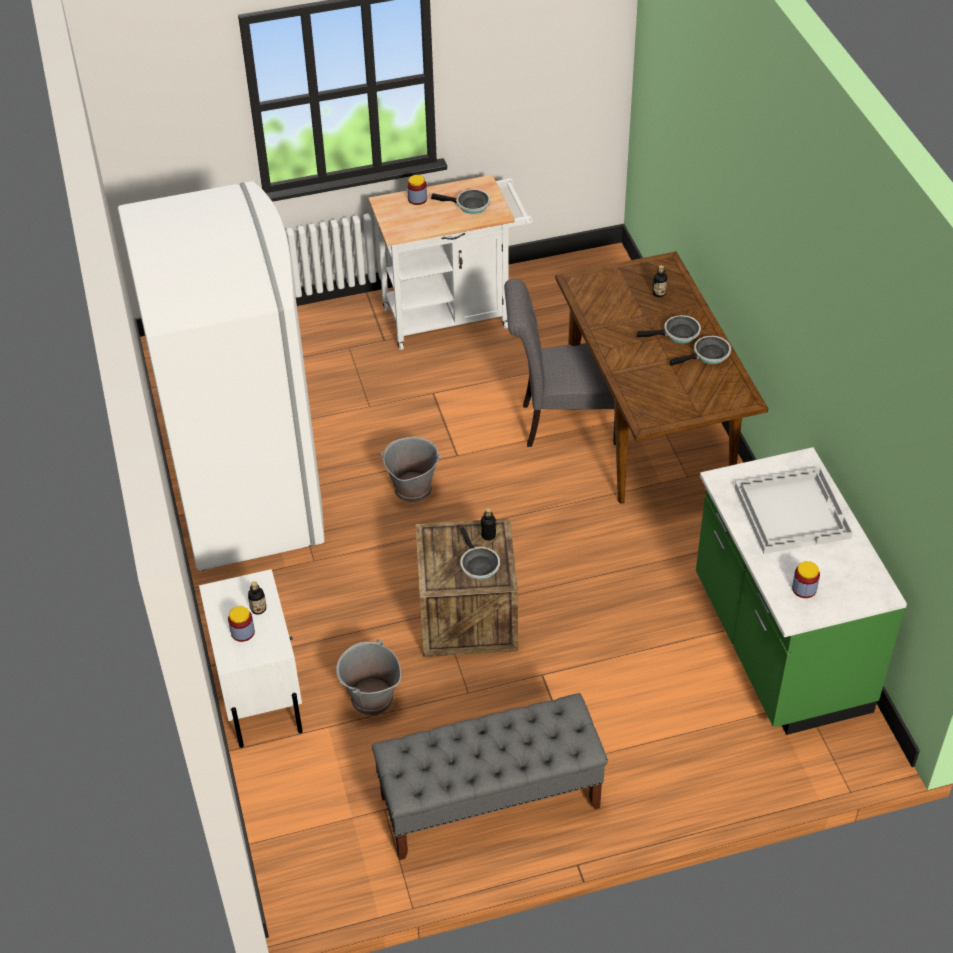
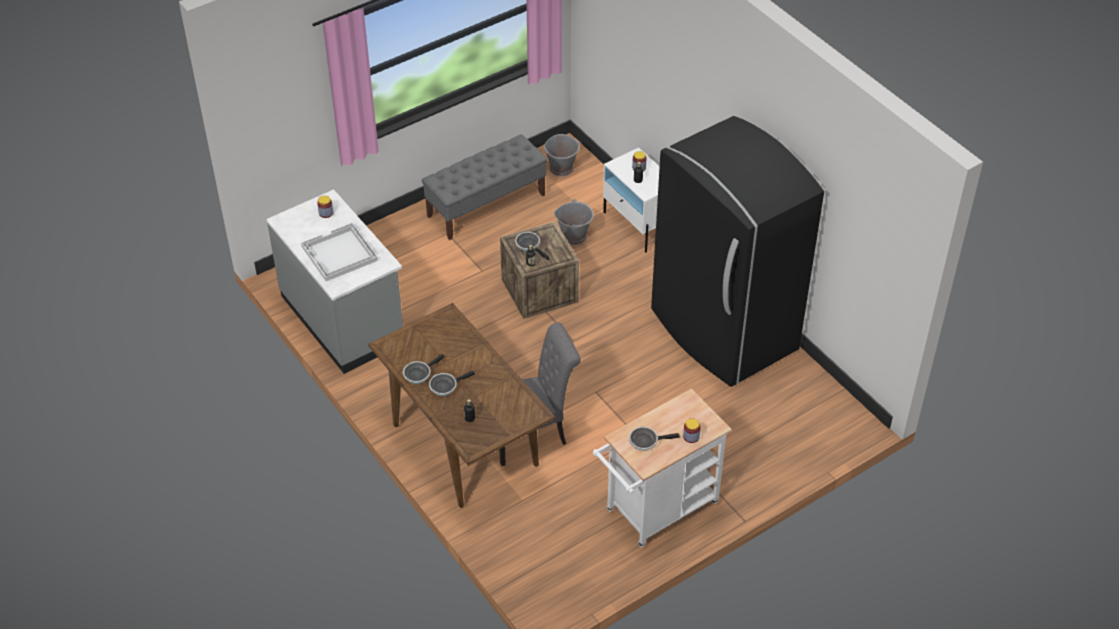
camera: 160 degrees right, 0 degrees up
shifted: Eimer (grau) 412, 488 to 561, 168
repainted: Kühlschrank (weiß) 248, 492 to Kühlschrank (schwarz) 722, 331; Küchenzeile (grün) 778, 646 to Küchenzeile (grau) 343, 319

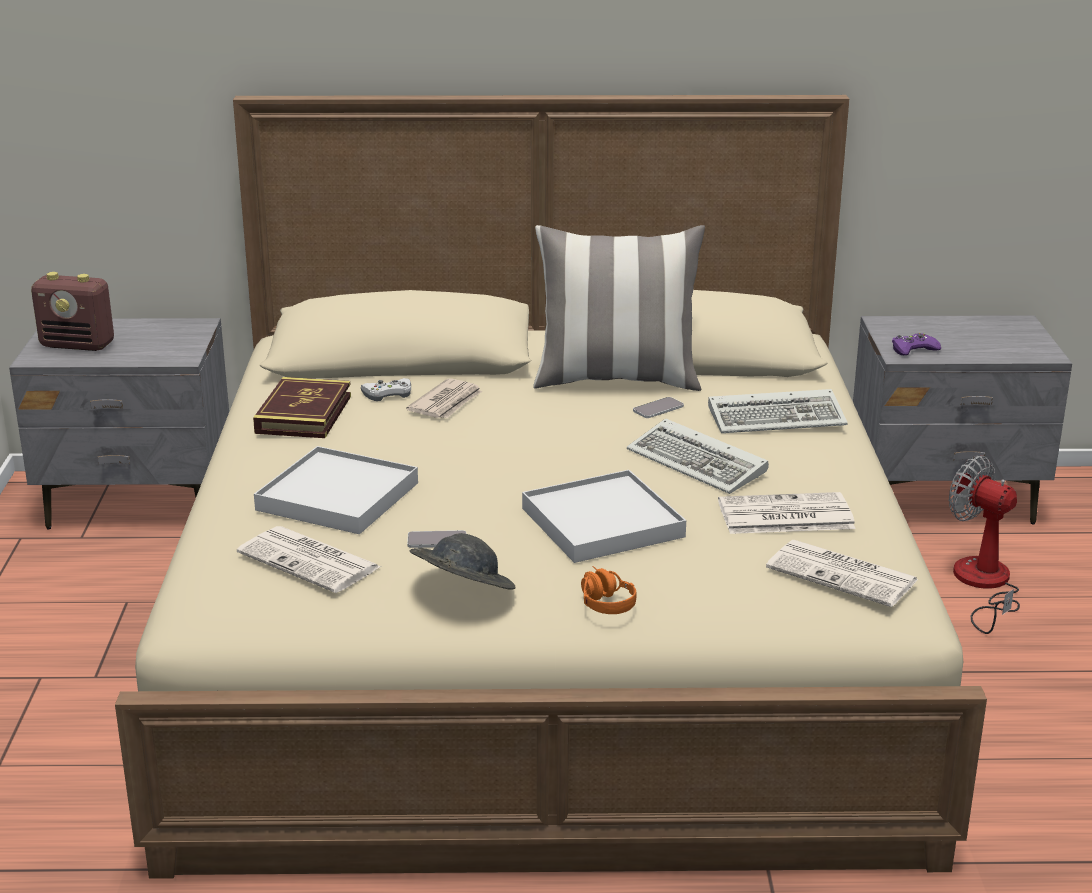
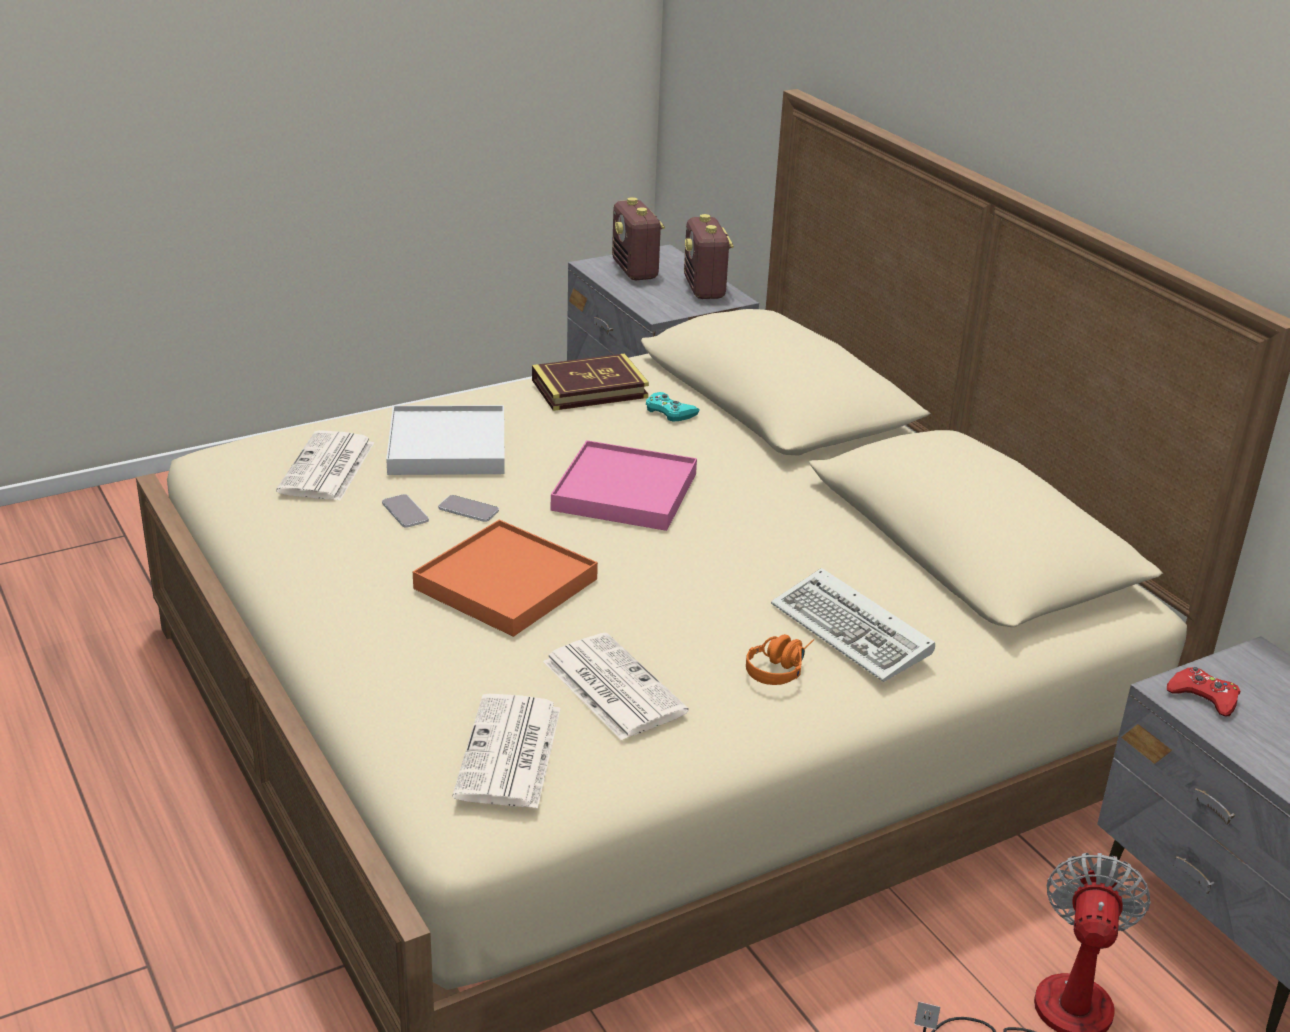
camera: 60 degrees right, 5 degrees up
gone: Zeitung 447, 403; Hut (grau) 462, 591; Kissen 617, 380; Tastatur 700, 463
new: Tablett (rosa) 625, 492; Radio 704, 289
shifted: Kopfhörer (orange) 602, 600 to 780, 667; Handy 658, 409 to 468, 509
repainted: Gamepad (weiß) 388, 394 to Gamepad (türkis) 670, 412; Tablett (weiß) 602, 522 to Tablett (orange) 506, 584; Gamepad (lila) 913, 349 to Gamepad (rot) 1204, 697

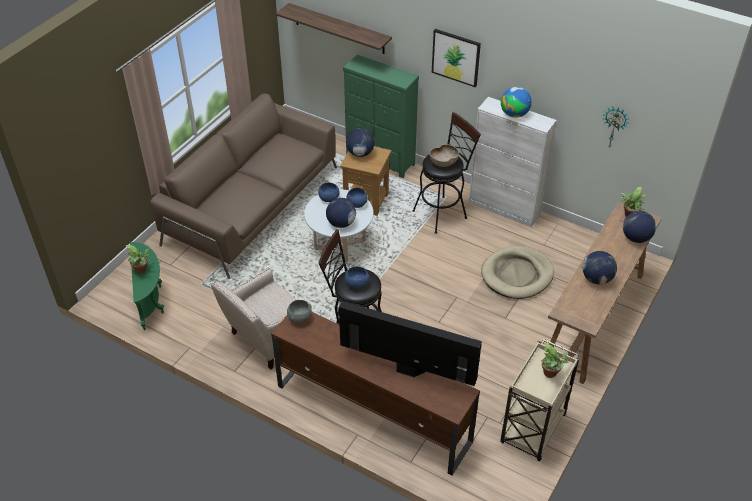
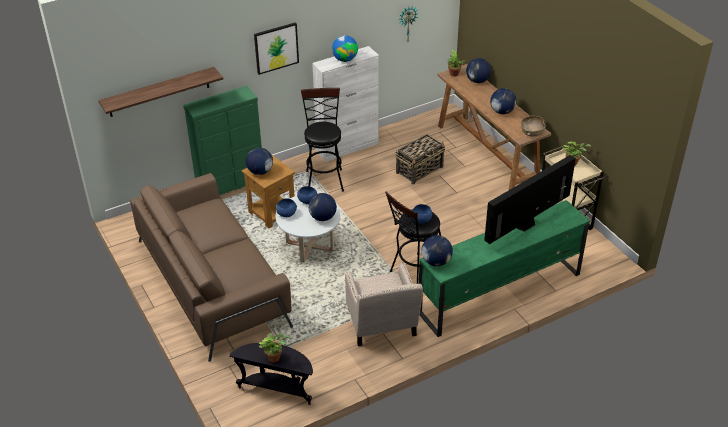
camera: 60 degrees left, 5 degrees down
shifted: Schüssel (braun) 444, 162 to 532, 132
swapped: Schüssel (grau) 299, 318 to Globus 436, 262; Hundebett (beige) 517, 275 to Korb 420, 169
repainted: Beistelltisch (grün) 151, 301 to Beistelltisch (schwarz) 277, 388; Fernsehschrank (braun) 372, 413 to Fernsehschrank (grün) 499, 293

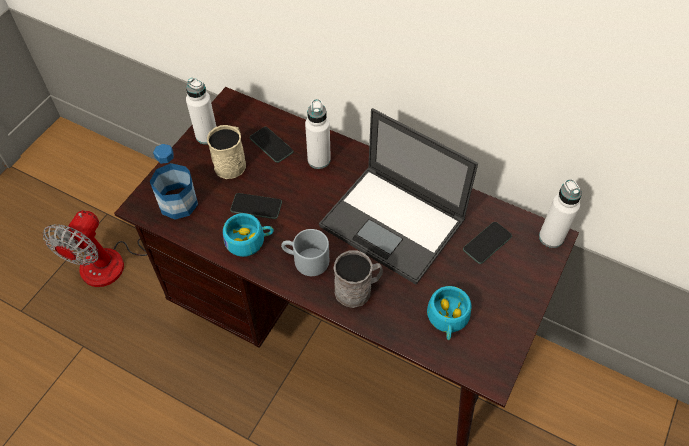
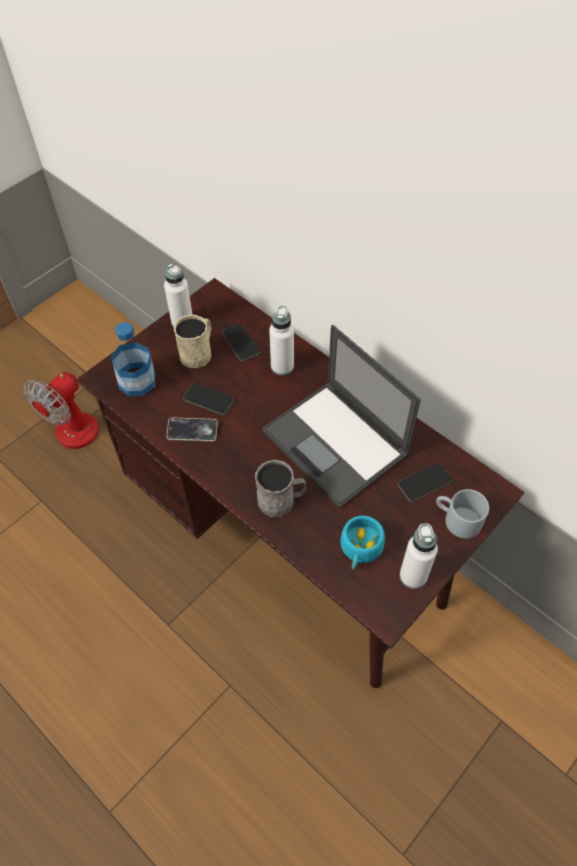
camera: 15 degrees right, 0 degrees up
shifted: Henkelbecher (grau) 305, 260 to 456, 520; Flasche (weiß) 551, 237 to 413, 576
swapped: Tasse (türkis) 249, 241 to Handy 192, 431

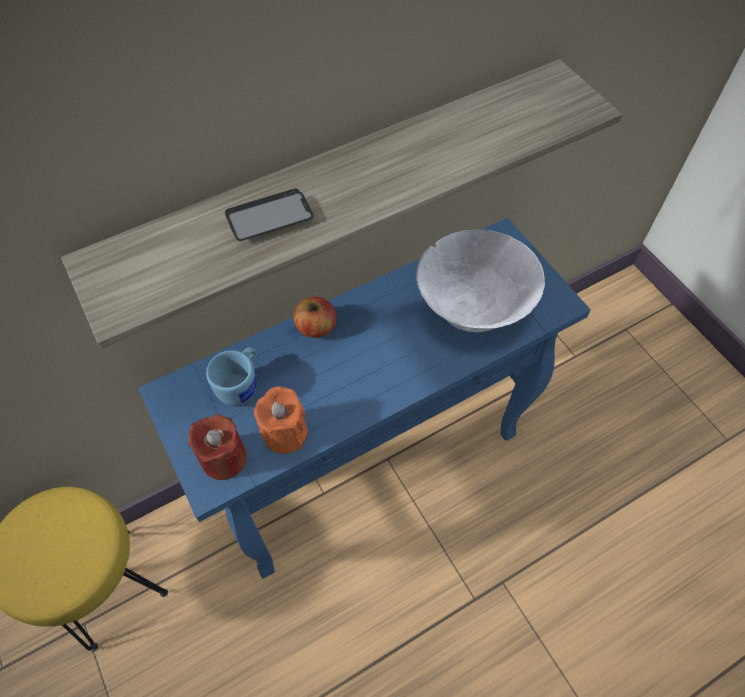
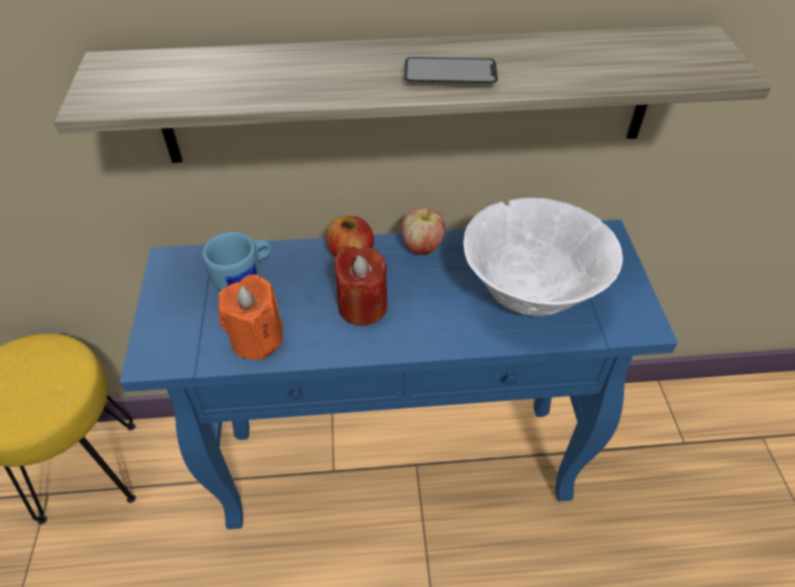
camera: 25 degrees right, 10 degrees down
new: Apfel 422, 247
shifted: Kerze (rot) 223, 458 to 362, 306; Handy 269, 216 to 449, 74

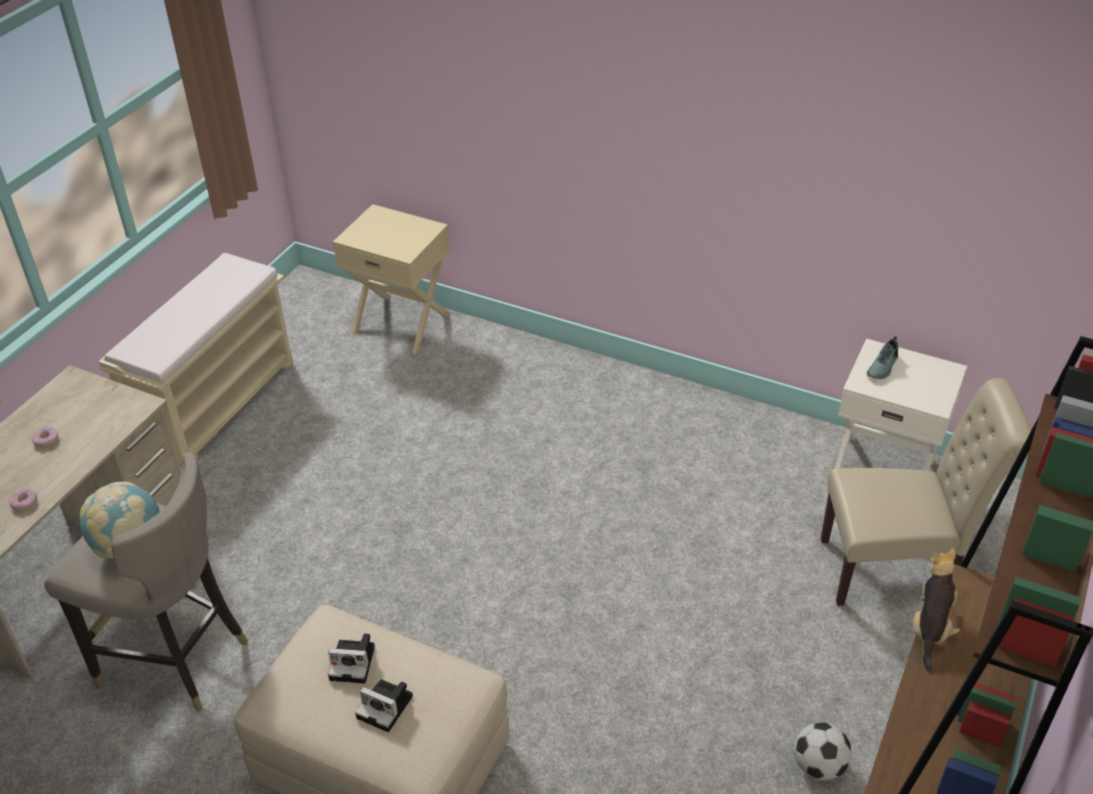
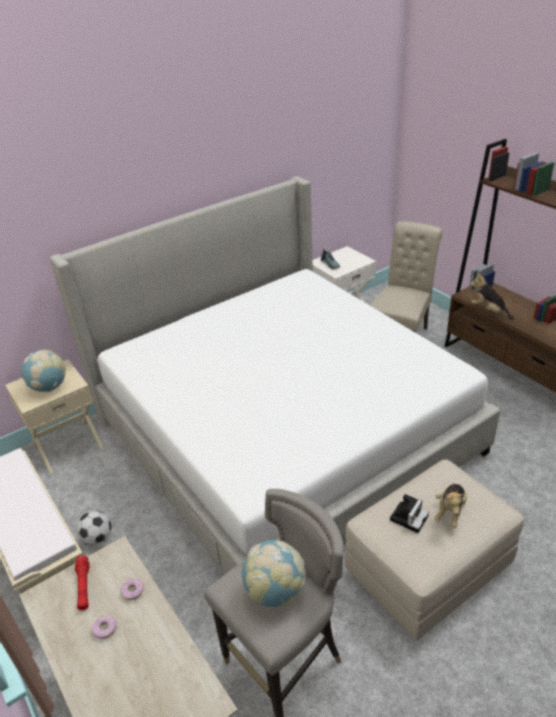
camera: 60 degrees left, 5 degrees down
new: Globus 49, 387; Bett 283, 433; Taschenlampe (rot) 84, 586
shifted: Donut 24, 502 to 132, 591; Fußball 819, 766 to 98, 538
swapped: Kamera 387, 707 to Plüschtier 450, 511

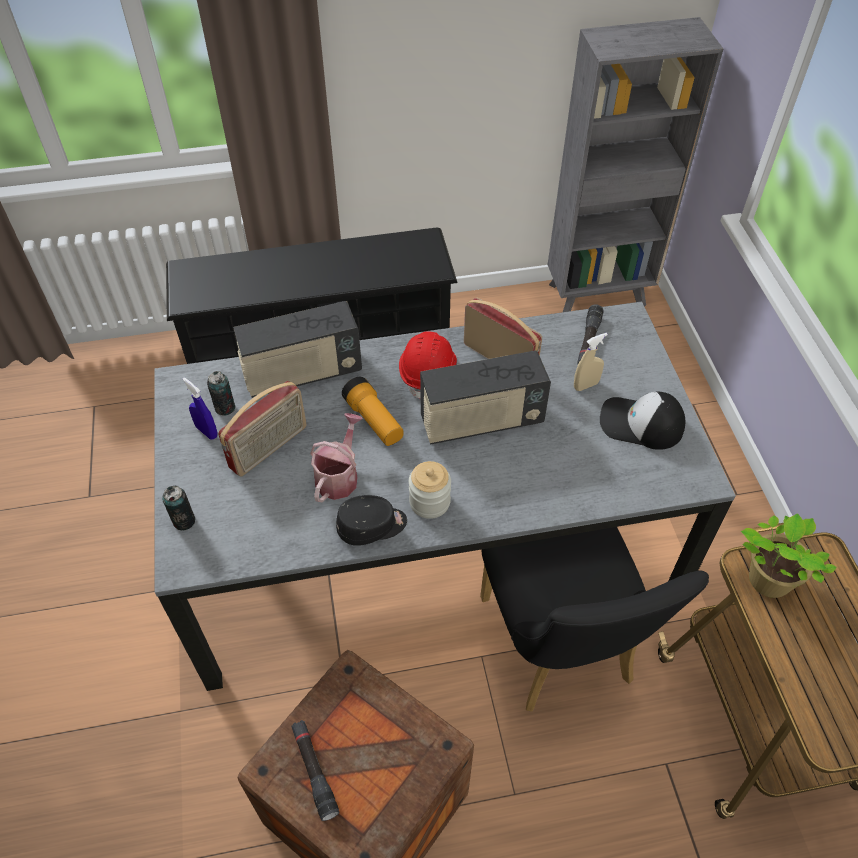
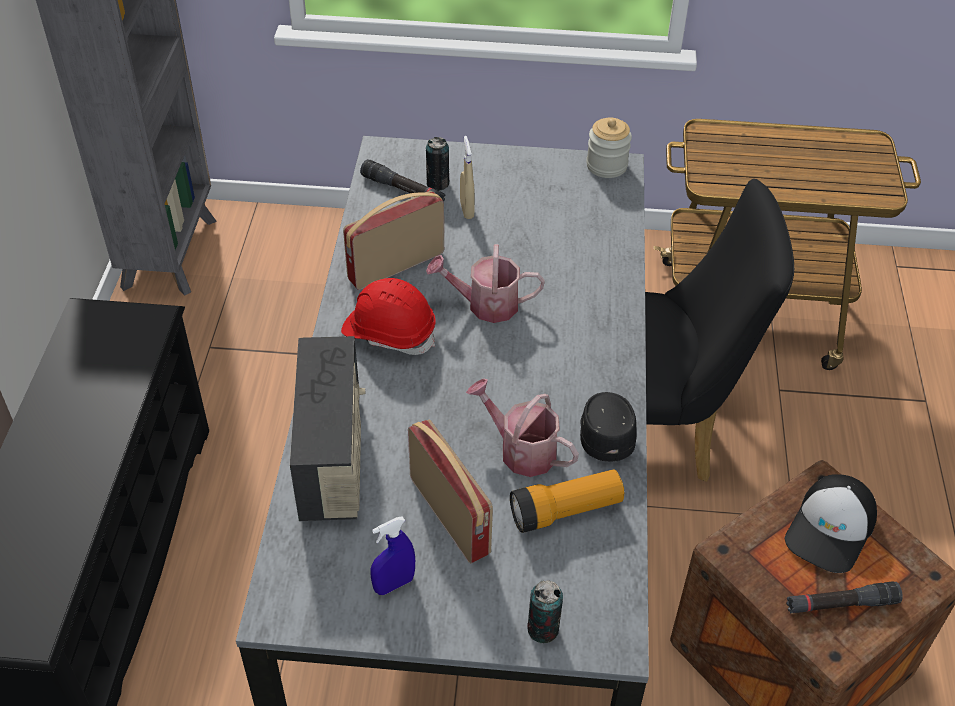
camera: 75 degrees left, 5 degrees down
gone: Topfpflanze 766, 581
shifted: Dose 225, 408 to 437, 183; Taschenlampe 374, 420 to 565, 511; Vorratsglas 429, 502 to 606, 166; Kappe 640, 424 to 831, 530
swapped: Radio 481, 421 to Gießkanne 485, 304

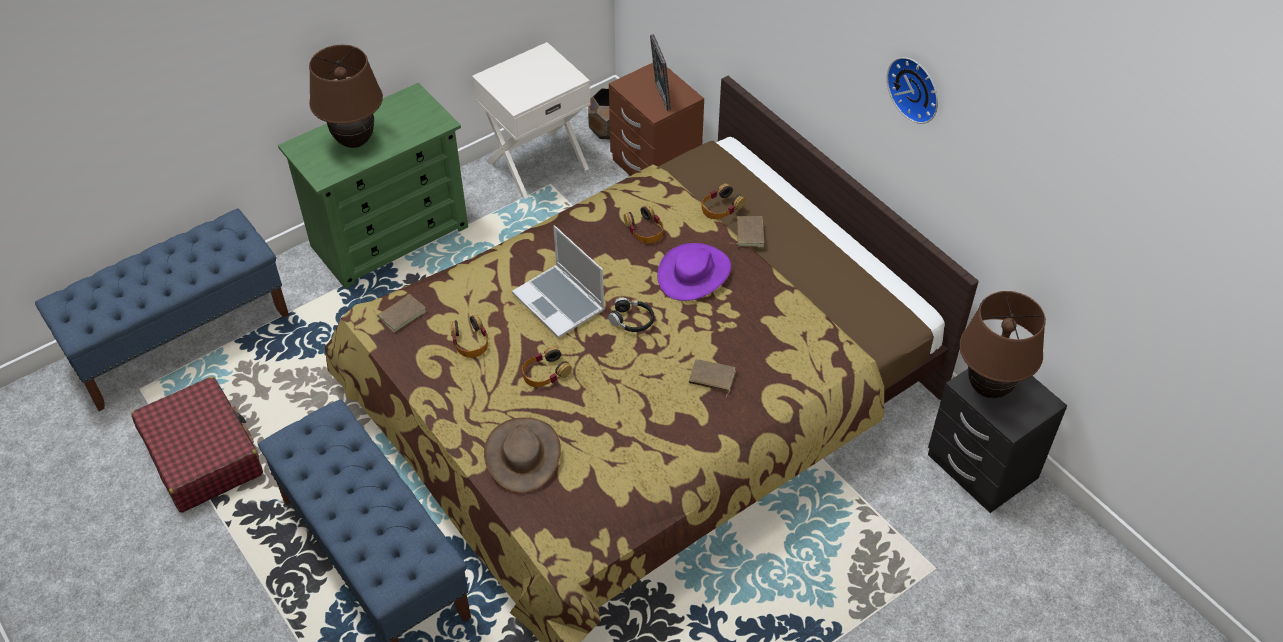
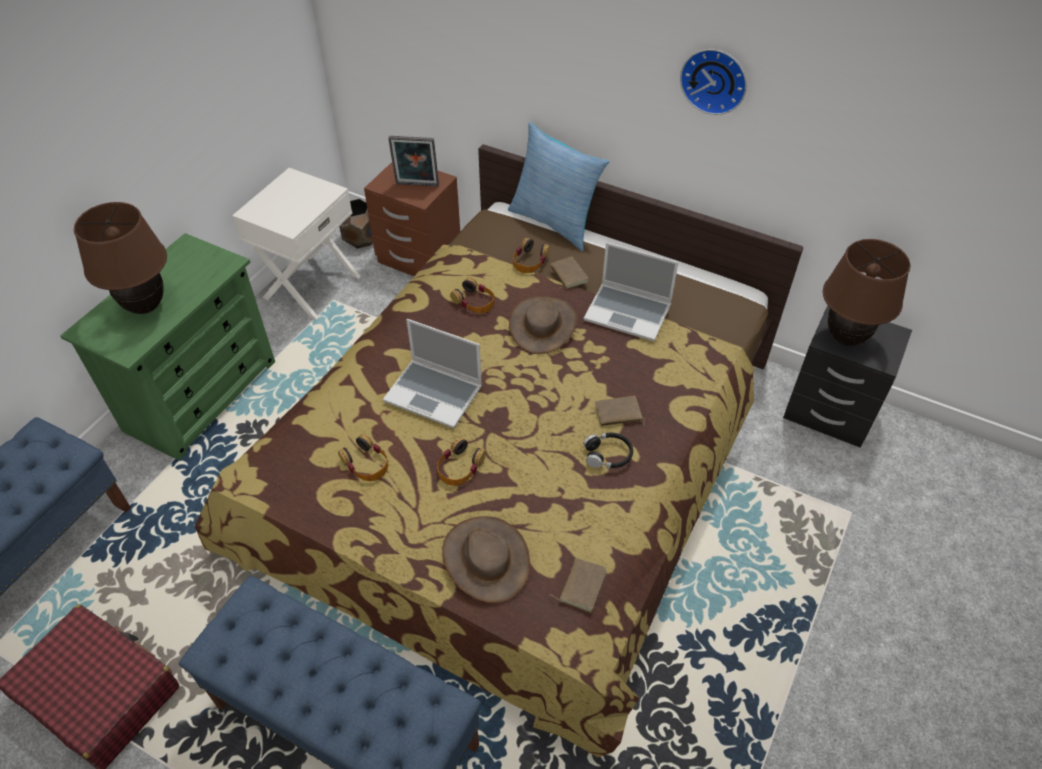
camera: 25 degrees left, 0 degrees up
new: Kissen 555, 222; Laptop 629, 313
shifted: Buch (braun) 401, 313 to 581, 585; Kopfhörer (schwarz) 632, 320 to 608, 455
repainted: Hut (lila) 694, 273 to Hut (braun) 543, 325
rotated: Bilderrahmen 660, 96 = 417, 186 45 degrees counterclockwise

